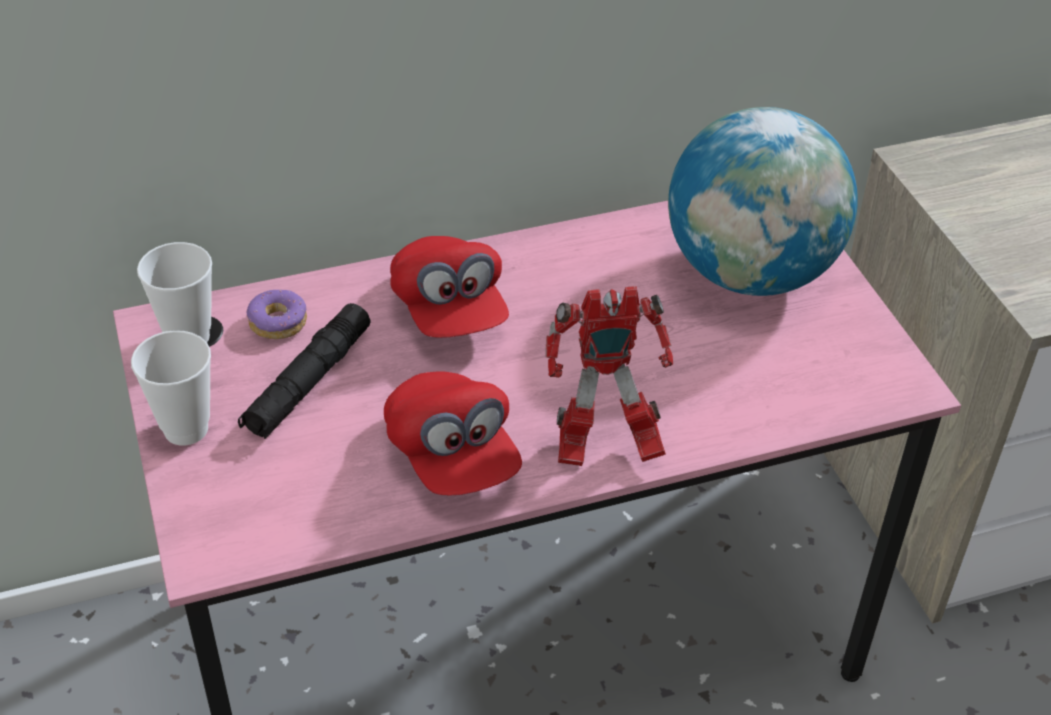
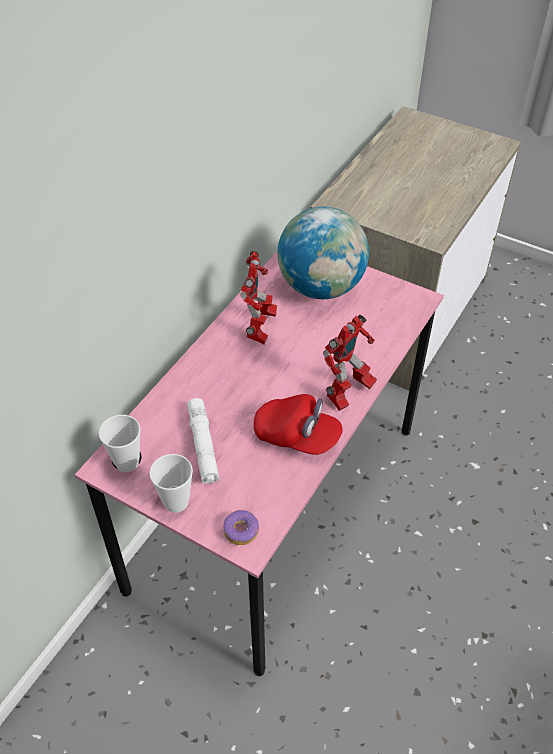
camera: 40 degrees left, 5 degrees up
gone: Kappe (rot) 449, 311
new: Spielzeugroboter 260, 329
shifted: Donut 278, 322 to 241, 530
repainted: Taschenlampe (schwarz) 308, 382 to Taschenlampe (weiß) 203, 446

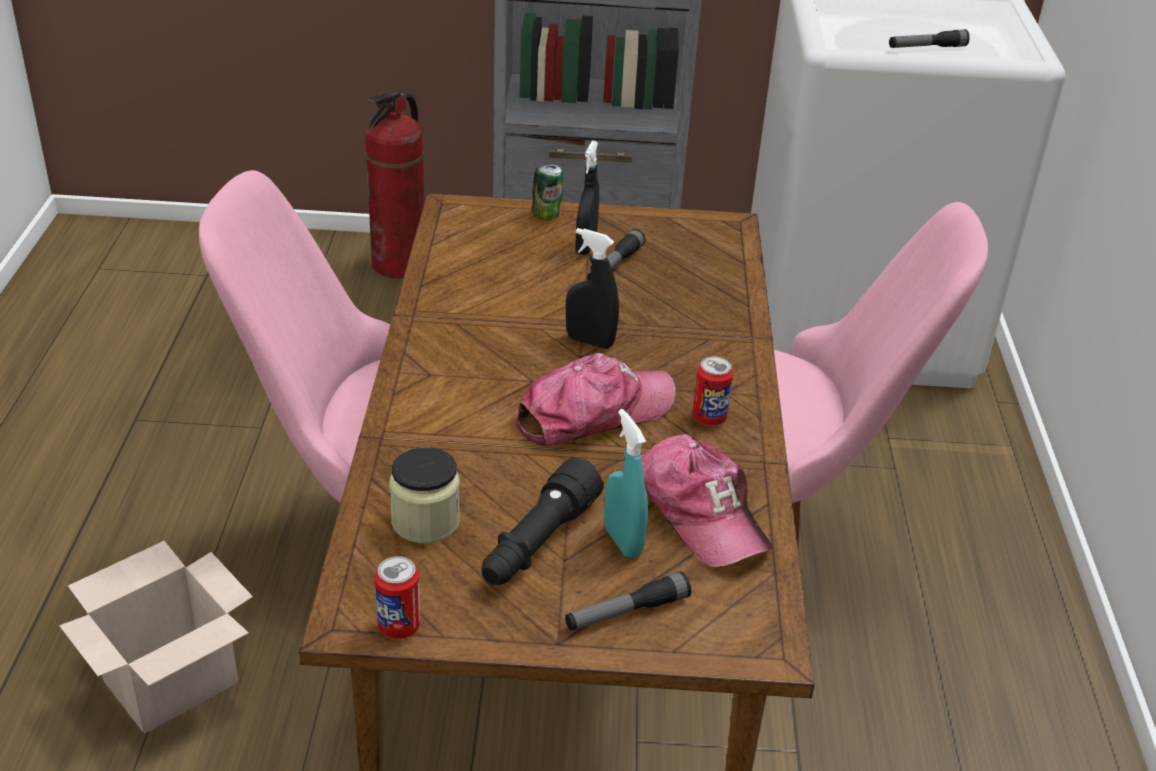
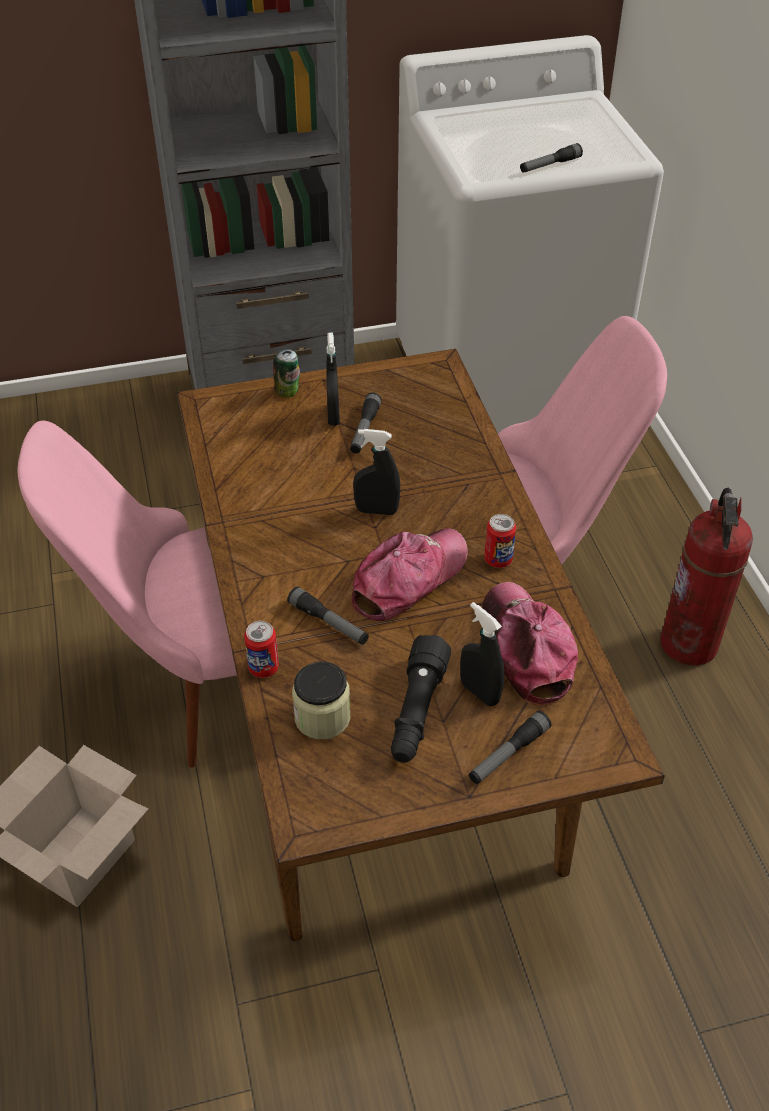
camera: 15 degrees left, 10 degrees up
new: Taschenlampe 329, 623
shifted: Feuerlöscher 399, 265 to 689, 644; Dose 399, 626 to 263, 668
repainted: Sprühflasche (türkis) 622, 541 to Sprühflasche (schwarz) 479, 692
rotated: Kappe 700, 512 = 525, 649 150 degrees counterclockwise

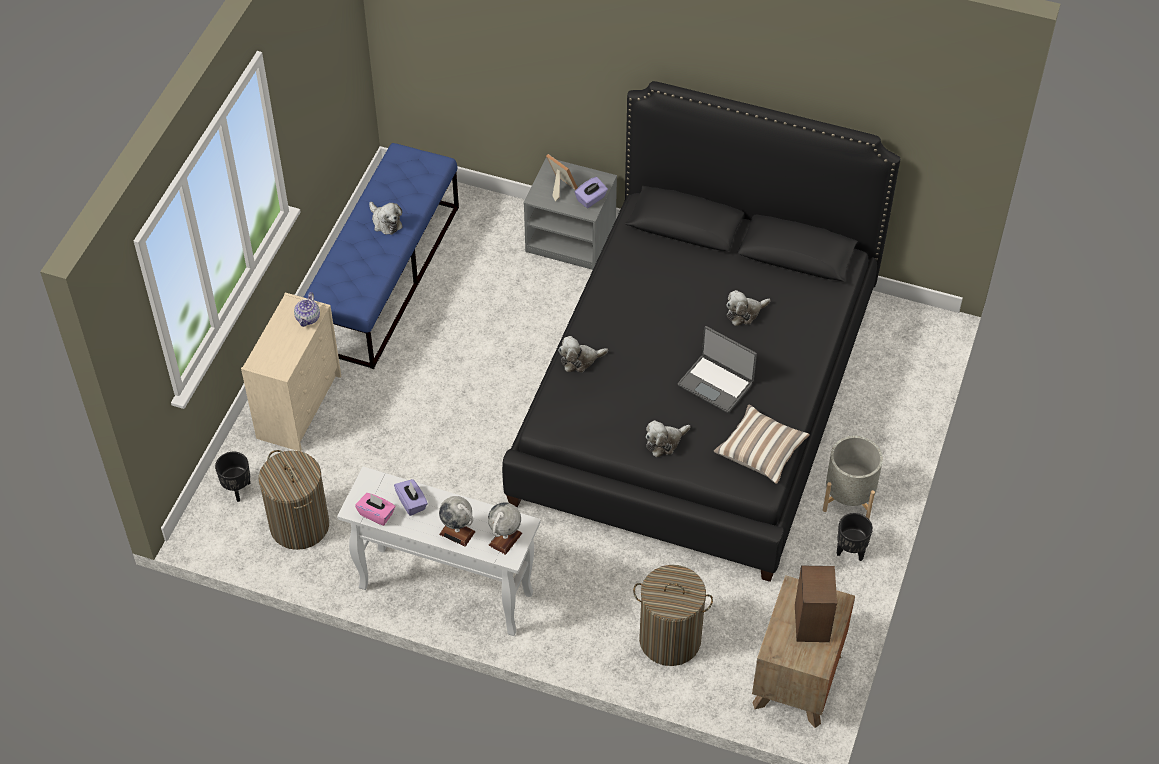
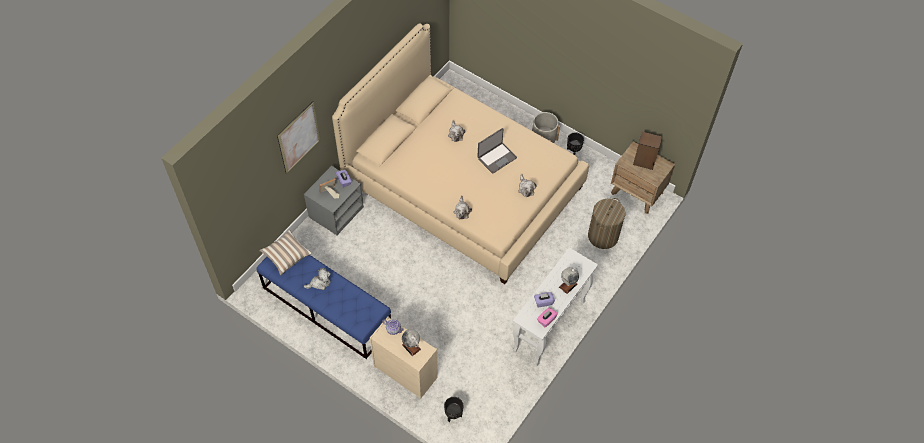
camera: 75 degrees left, 5 degrees up
gone: Wäschekorb 299, 525
new: Bild 299, 137
shifted: Globus 505, 539 to 411, 347; Kissen 761, 452 to 286, 256
repainted: Bett (schwarz) 695, 395 to Bett (beige) 462, 186

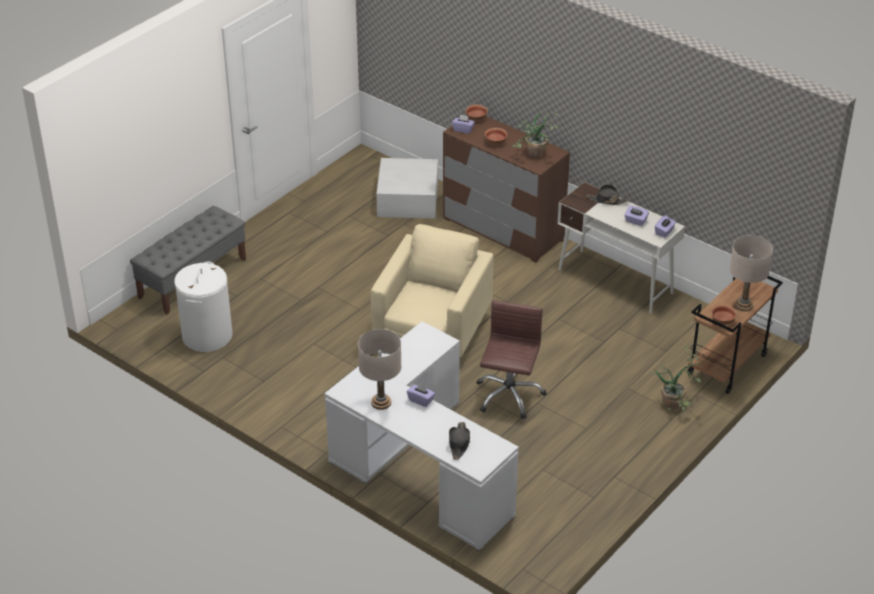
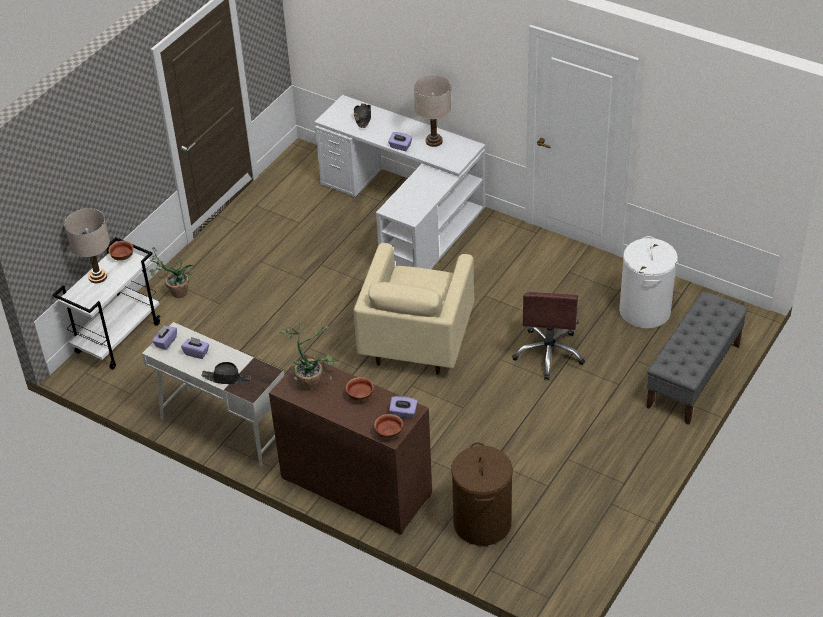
camera: 175 degrees right, 5 degrees up
shifted: Bürostuhl (braun) 508, 395 to 549, 353
swapped: Aufbewahrungsbox (weiß) 408, 199 to Wäschekorb (braun) 482, 523
repainted: Rollwagen (braun) 727, 366 to Rollwagen (weiß) 118, 337

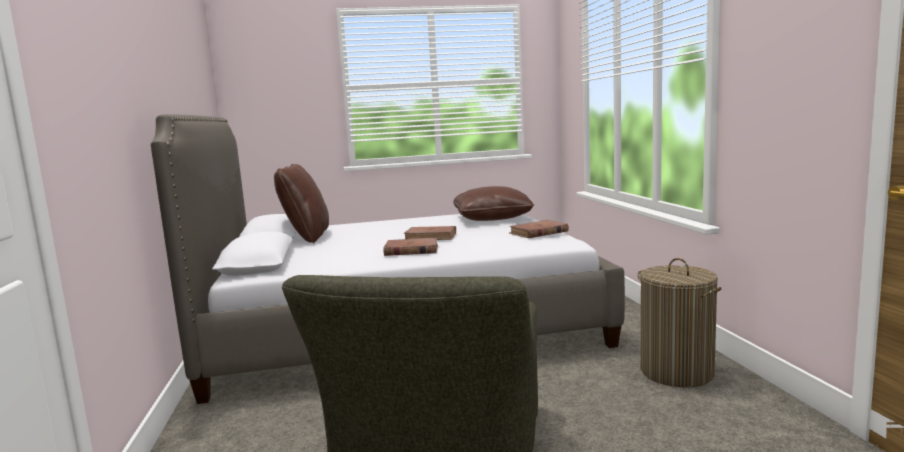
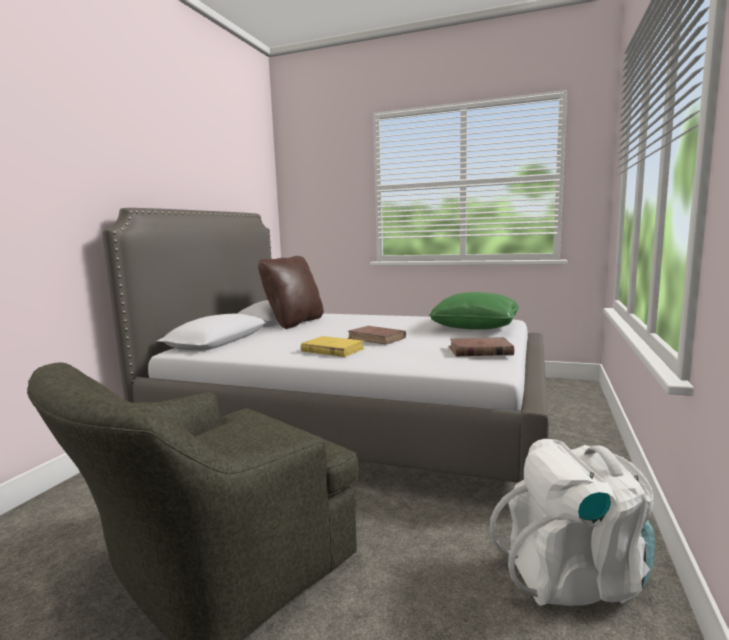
camera: 30 degrees right, 0 degrees up
swapped: Wäschekorb 676, 372 to Rucksack (weiß) 574, 577
repainted: Buch (braun) 411, 250 to Buch (gelb) 332, 350; Kissen (braun) 492, 218 to Kissen (grün) 475, 327

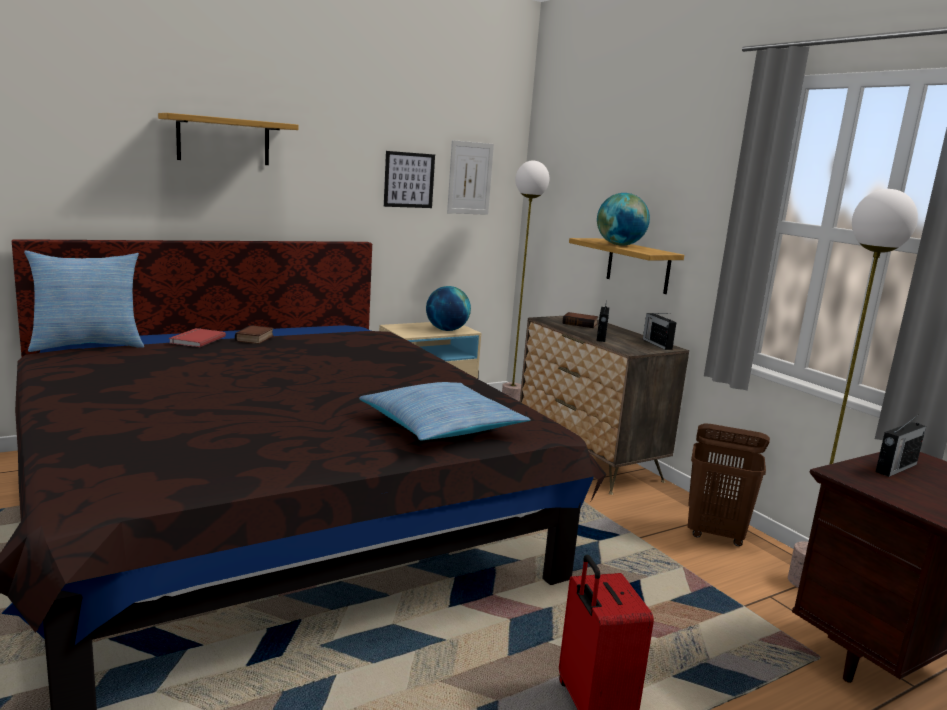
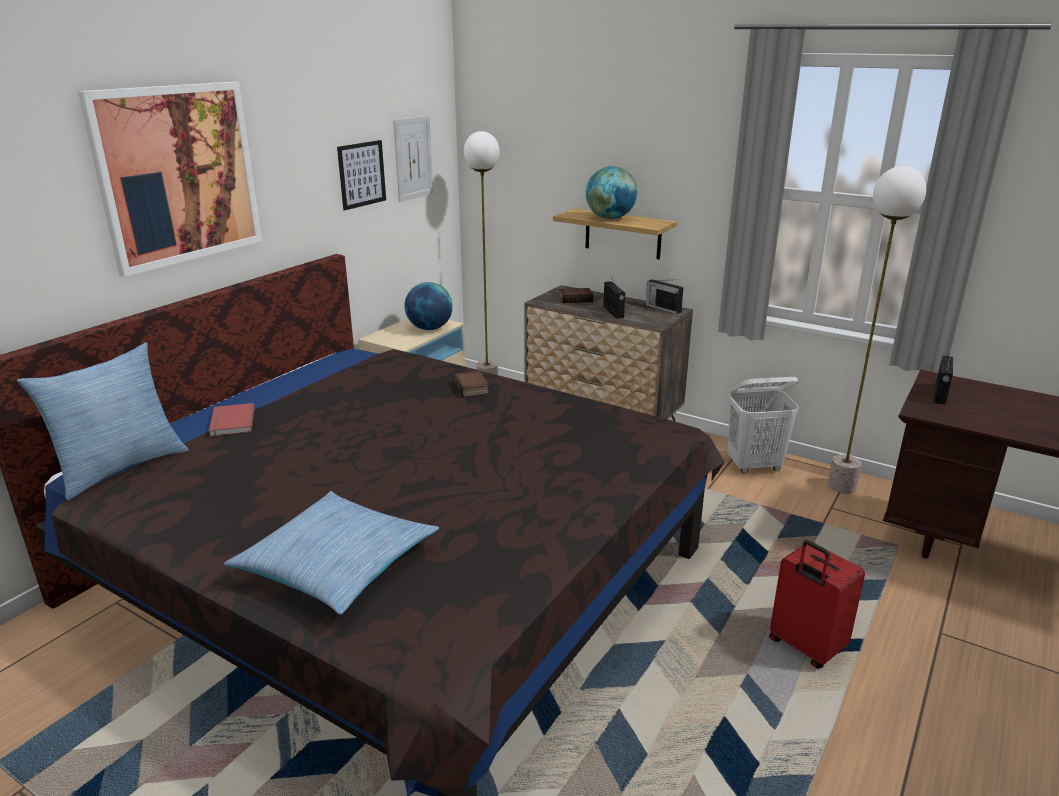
camera: 25 degrees left, 10 degrees up
shifted: Buch 255, 339 to 472, 388; Kissen 441, 426 to 337, 564
swapped: Wandregal 223, 140 to Bild 178, 175
repainted: Wäschekorb (braun) 715, 535 to Wäschekorb (weiß) 754, 466

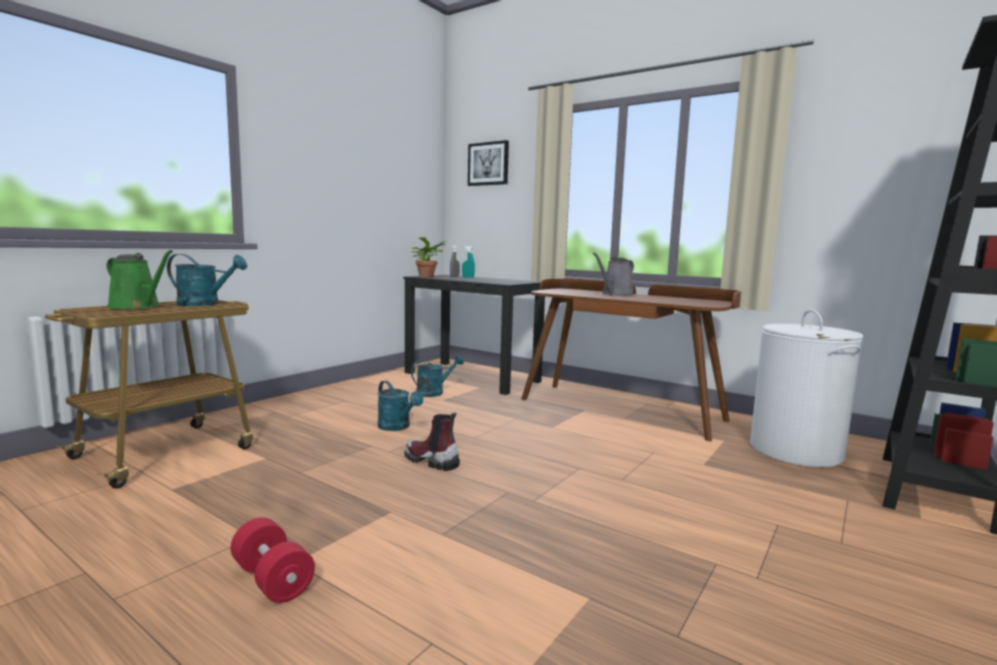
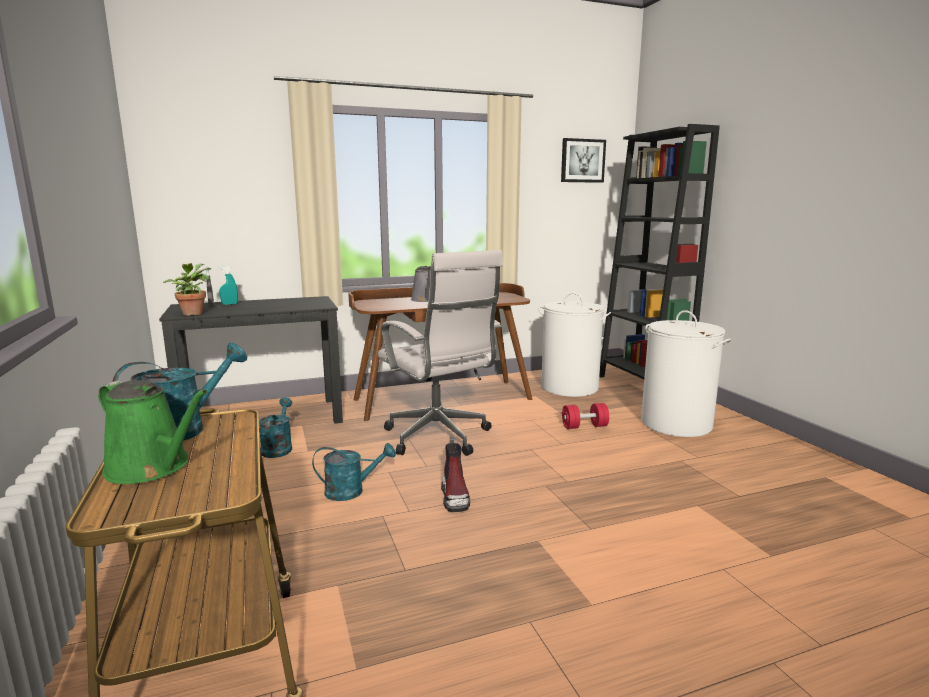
camera: 55 degrees left, 5 degrees up
new: Bürostuhl (weiß) 439, 438; Wäschekorb (weiß) 676, 424
shifted: Hantel (rot) 272, 580 to 584, 426; Bild 488, 164 to 582, 161
rotated: Gießkanne (grün) 137, 306 = 152, 467 60 degrees clockwise; Stiefel 431, 461 = 455, 497 75 degrees counterclockwise

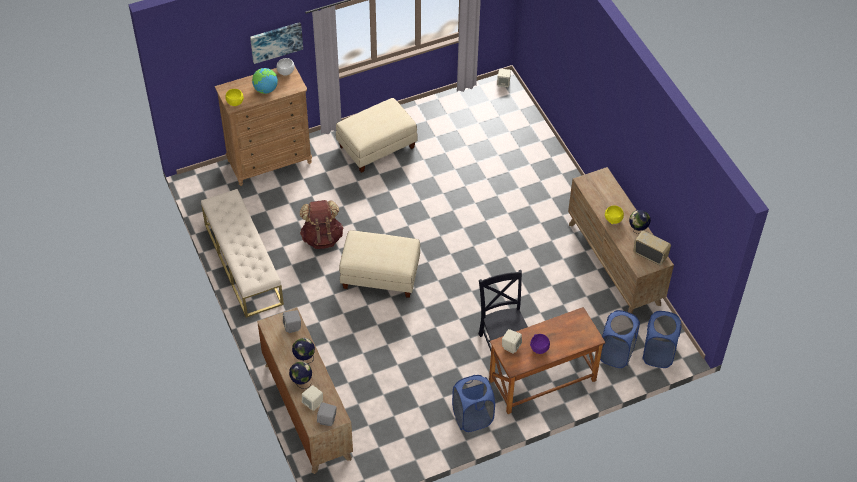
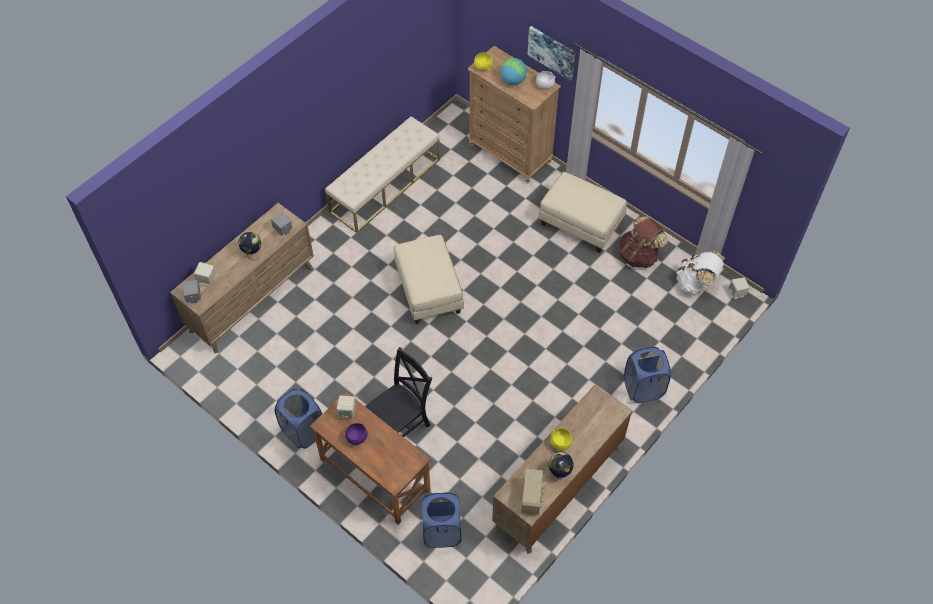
camera: 65 degrees right, 5 degrees up
gone: Globus 301, 382
new: Rucksack (weiß) 696, 283
shifted: Rucksack (braun) 322, 237 to 639, 255; Wäschekorb (blau) 658, 354 to 643, 388

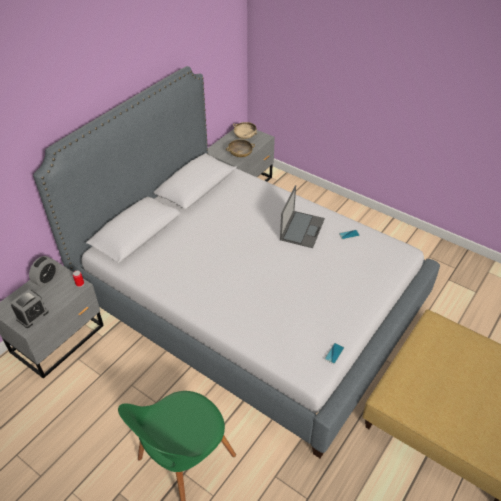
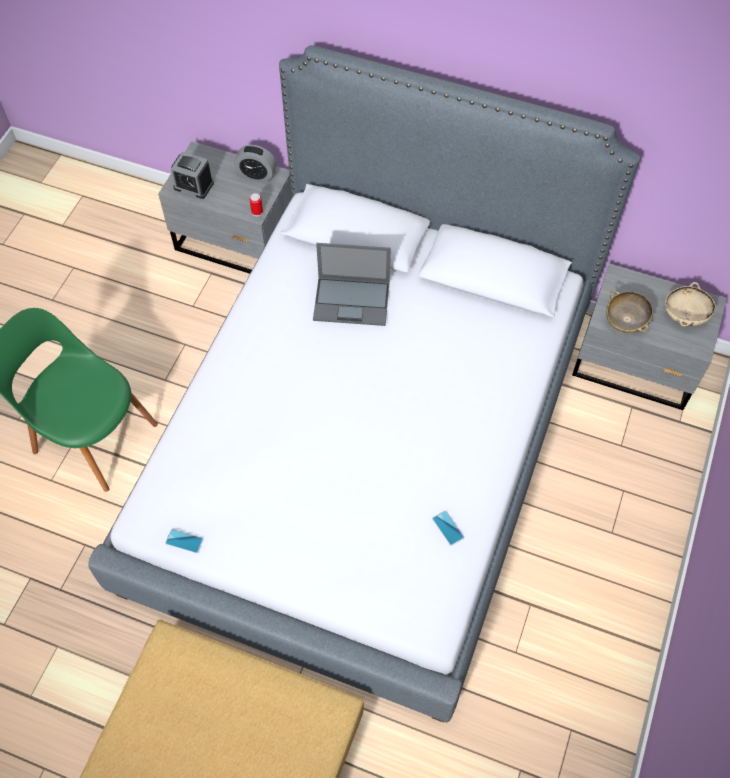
camera: 75 degrees right, 15 degrees up
shifted: Laptop 302, 229 to 352, 300

